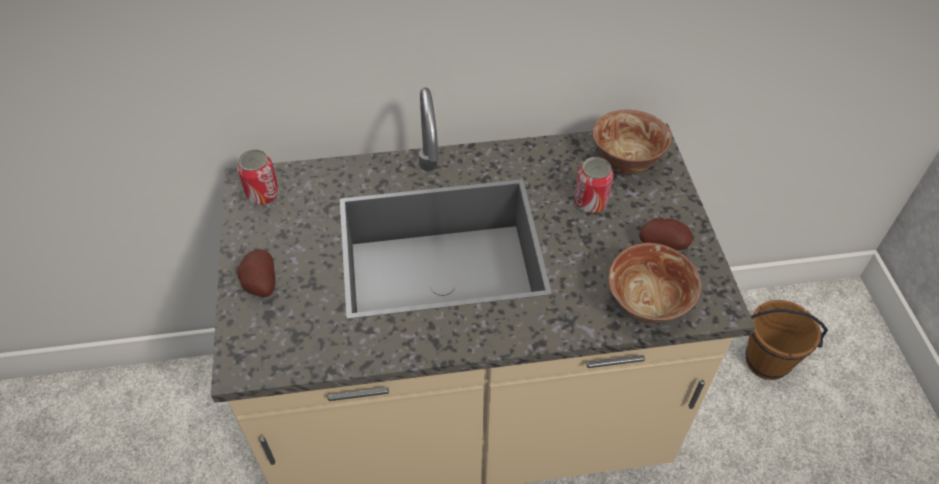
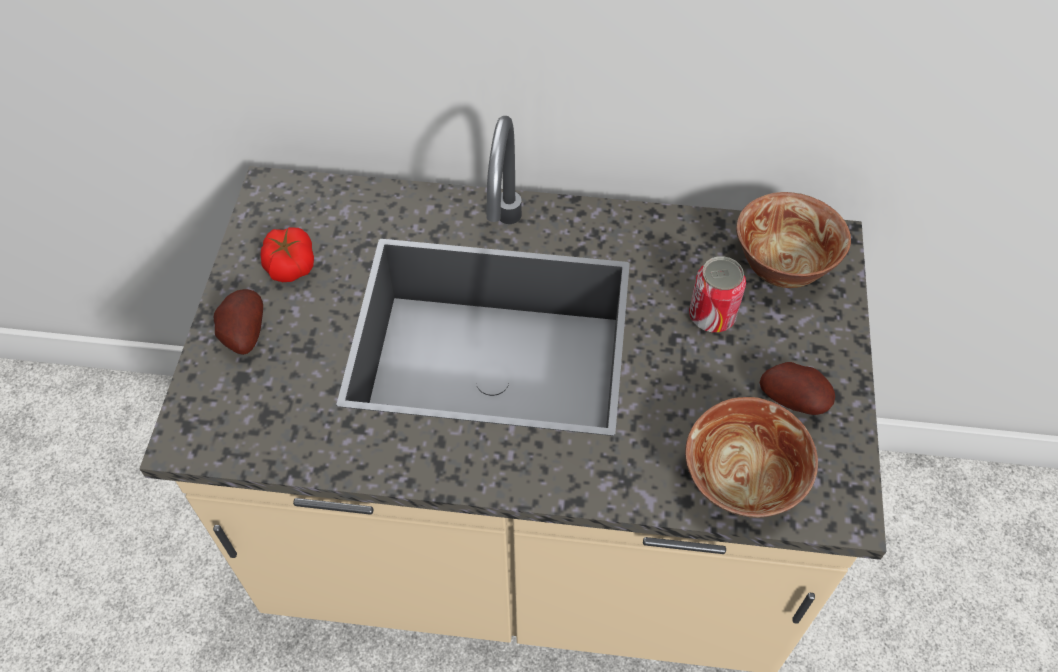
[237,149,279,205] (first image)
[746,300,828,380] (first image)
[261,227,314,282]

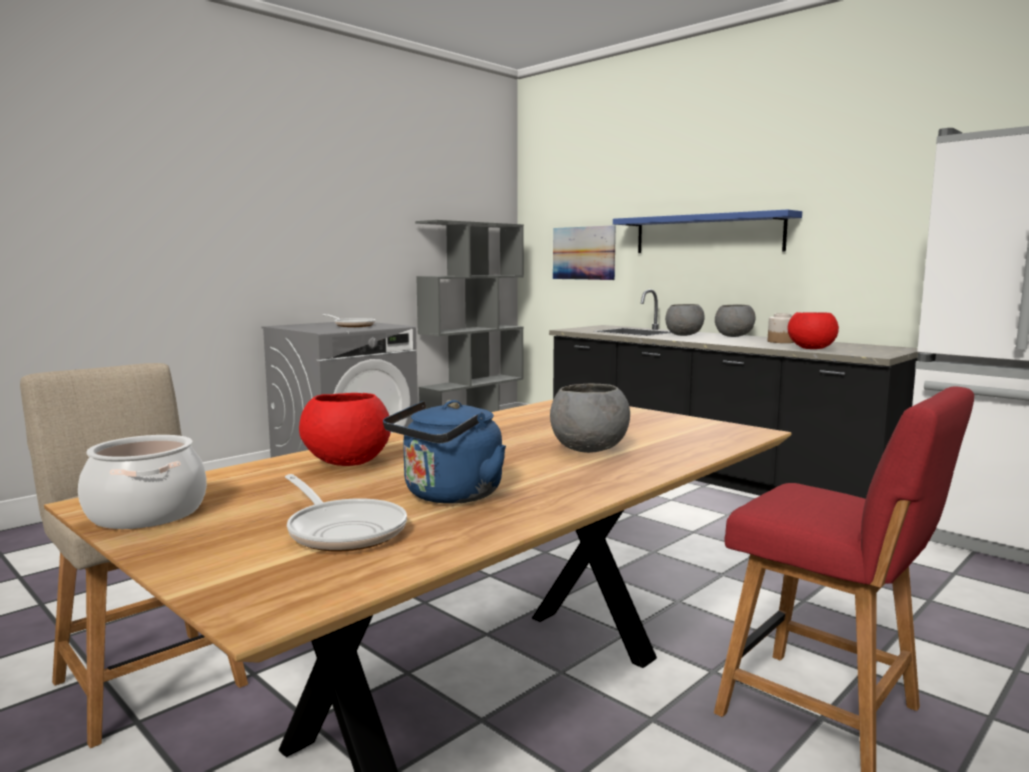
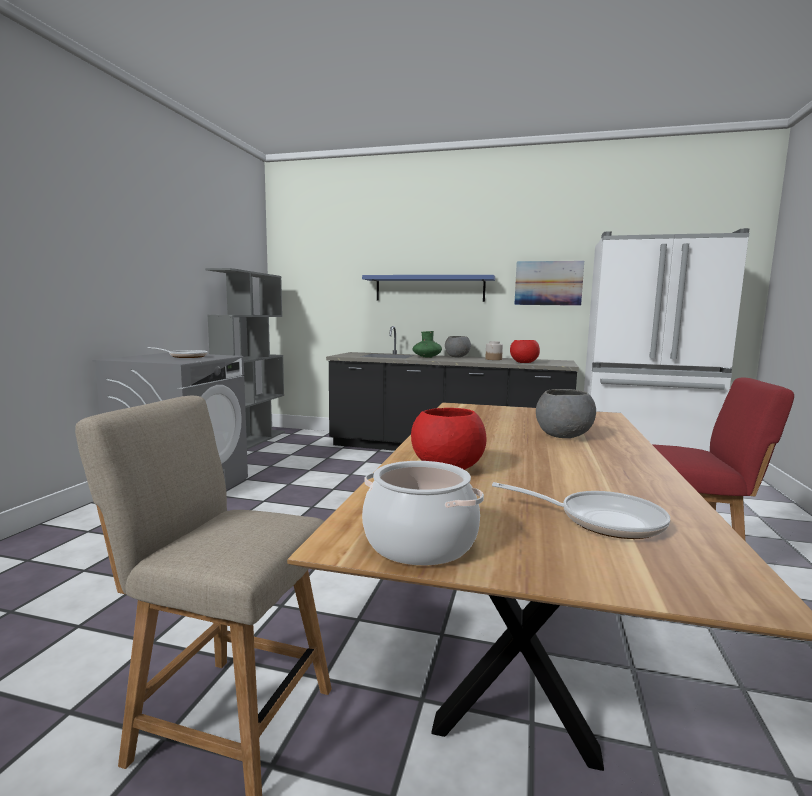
[383,400,506,504] (first image)
[514,261,584,306]
[412,331,442,358]

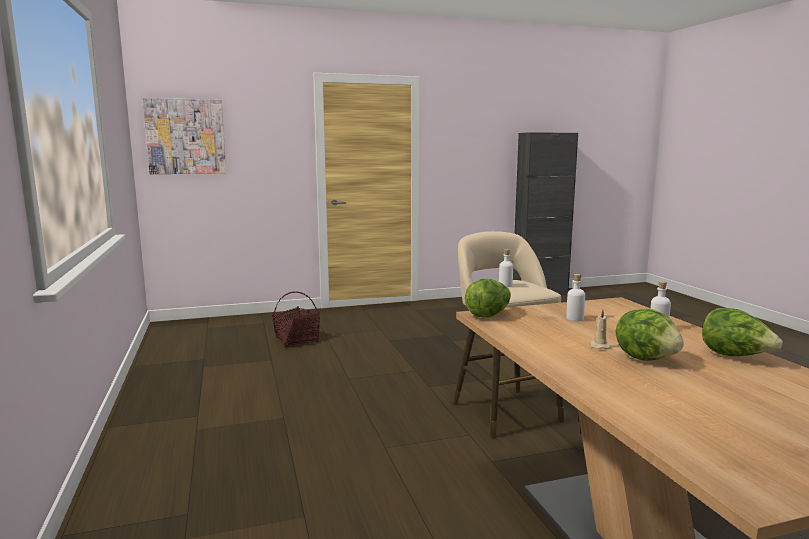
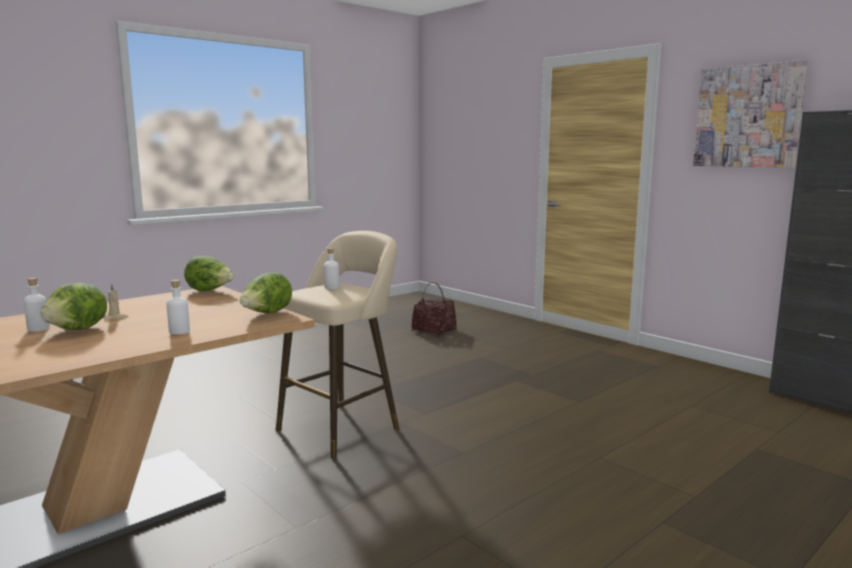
[693,60,808,168]
[24,278,50,332]
[240,272,292,313]

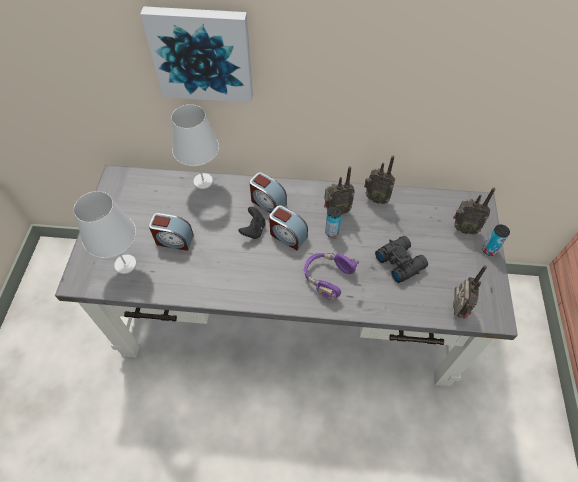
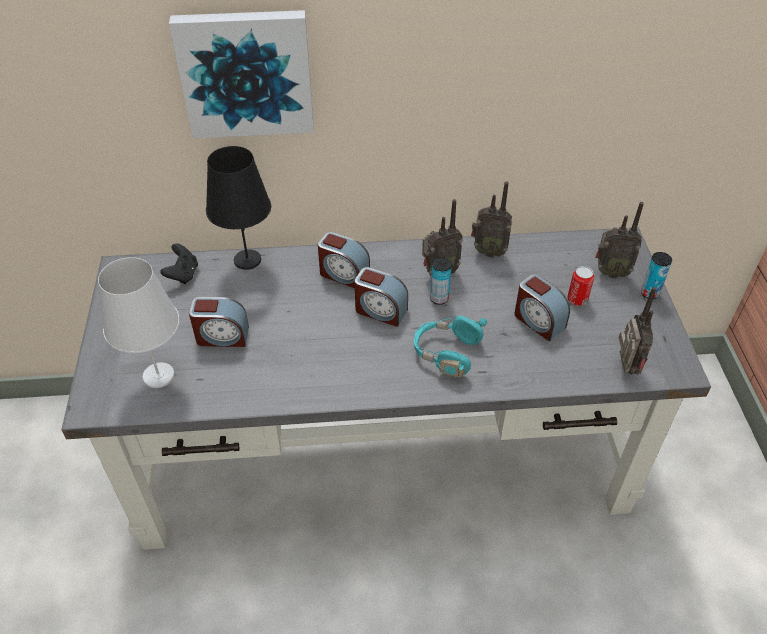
[567,266,594,306]
[160,243,198,284]
[514,274,570,341]
[206,146,271,270]
[413,315,488,378]

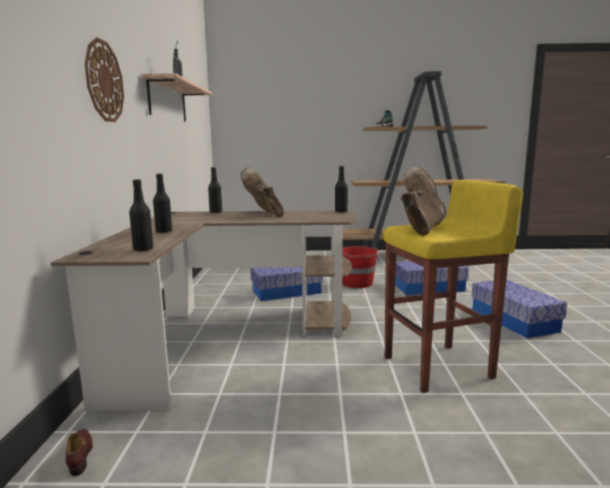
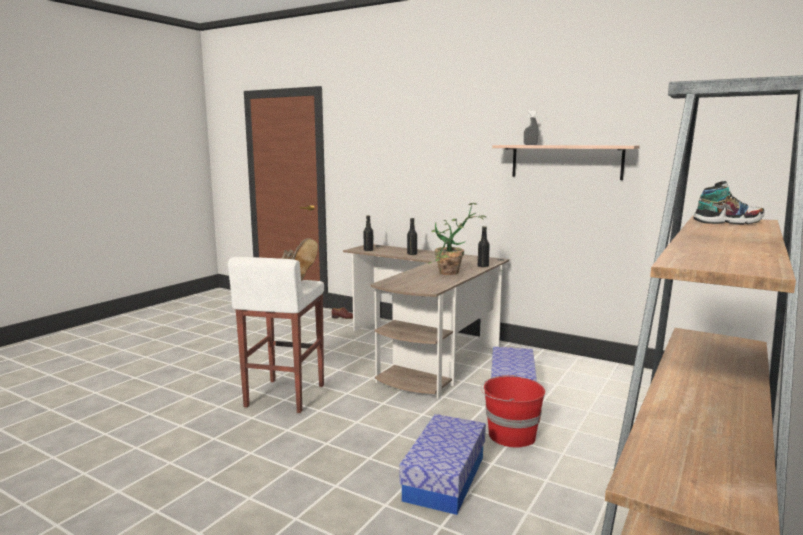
[85,38,124,122] (first image)
[335,166,348,213] (first image)
[472,279,567,338] (first image)
[428,203,486,275]
[228,257,324,413]

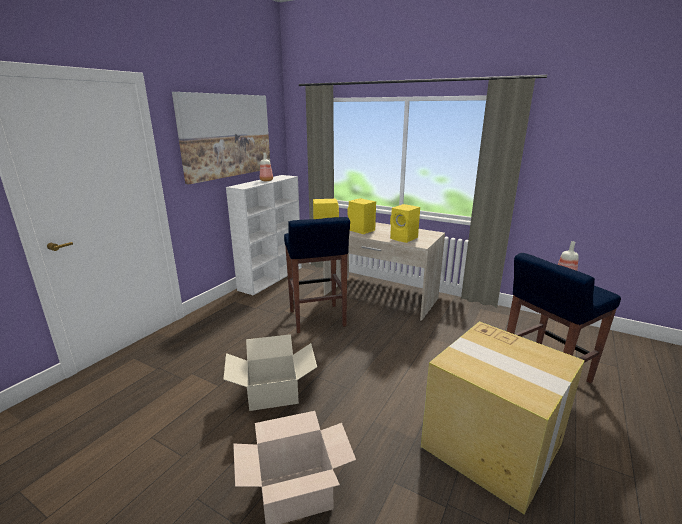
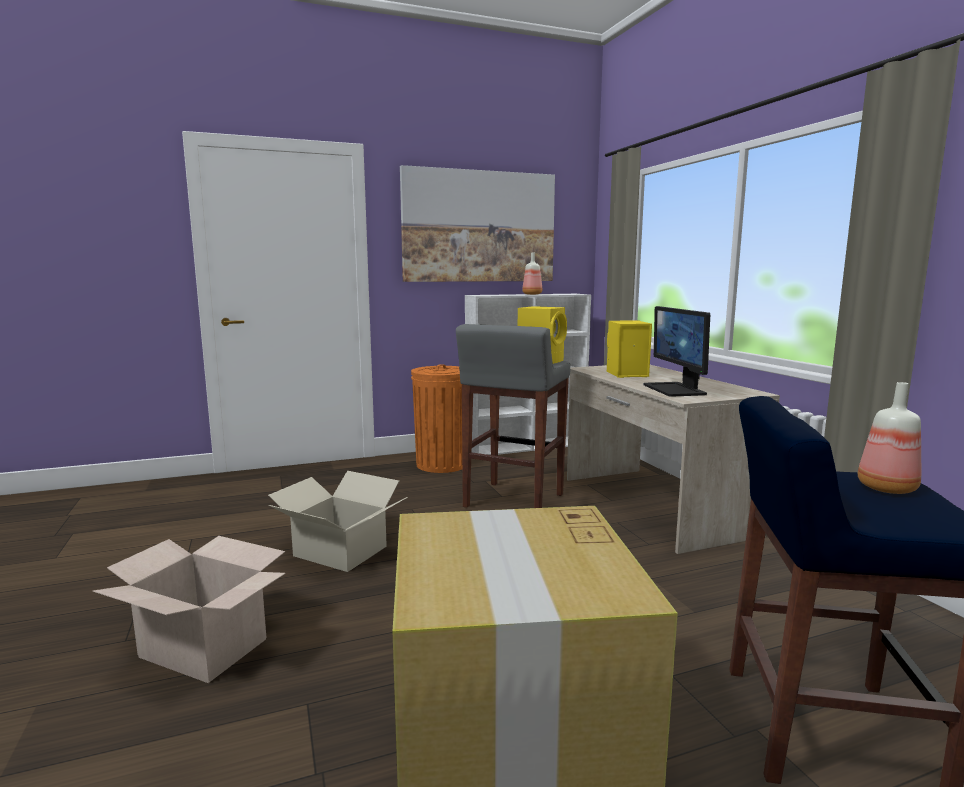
[411,364,462,473]
[644,306,710,397]
[456,324,570,508]

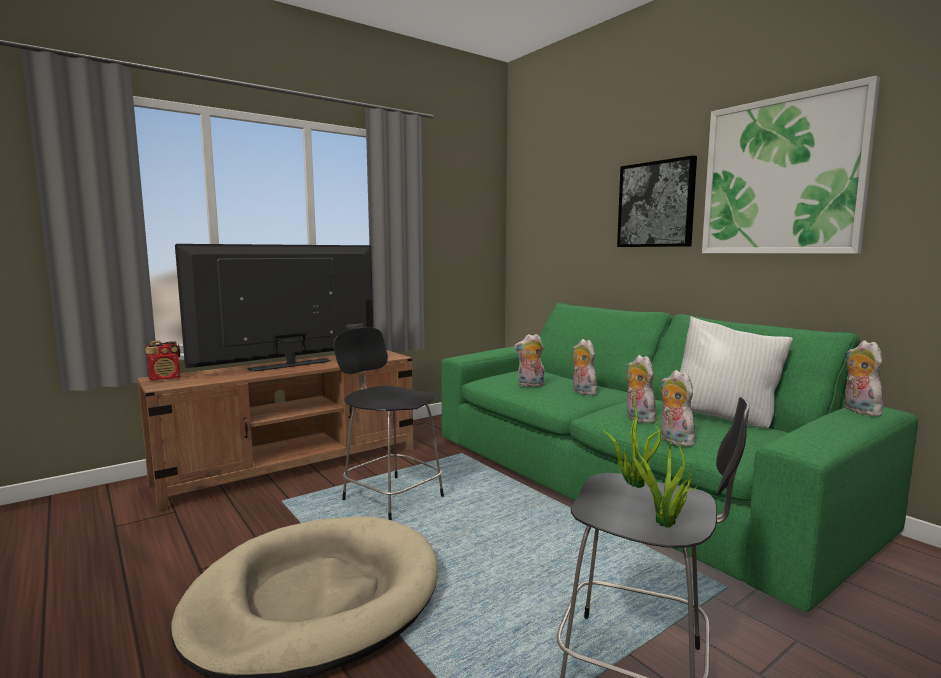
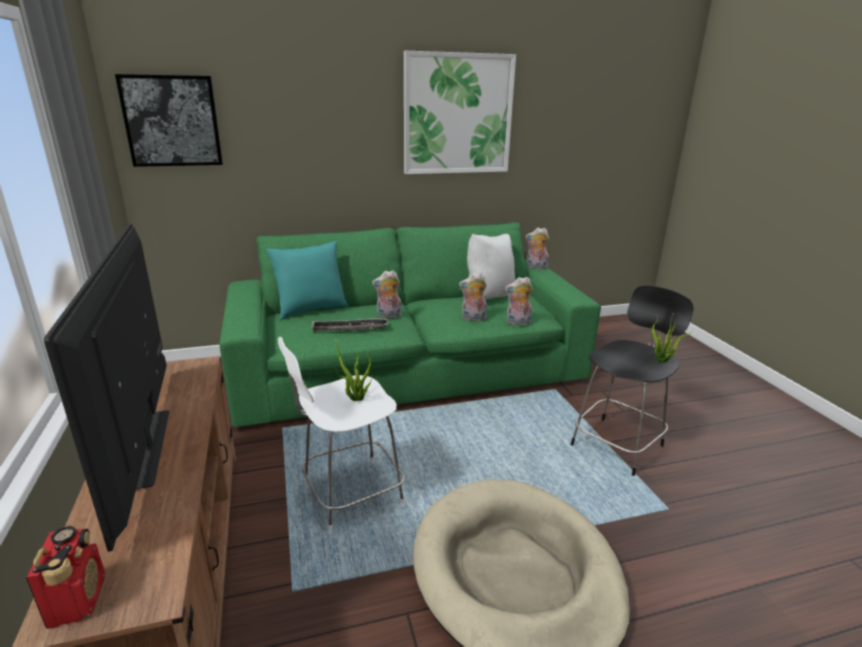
[266,241,348,320]
[332,332,372,401]
[115,74,223,167]
[311,318,388,332]
[278,337,405,534]

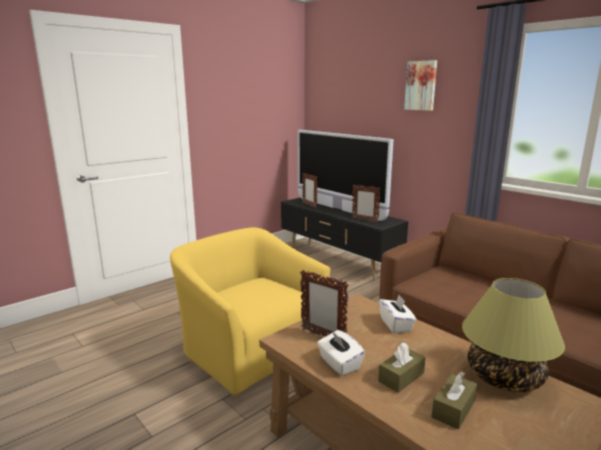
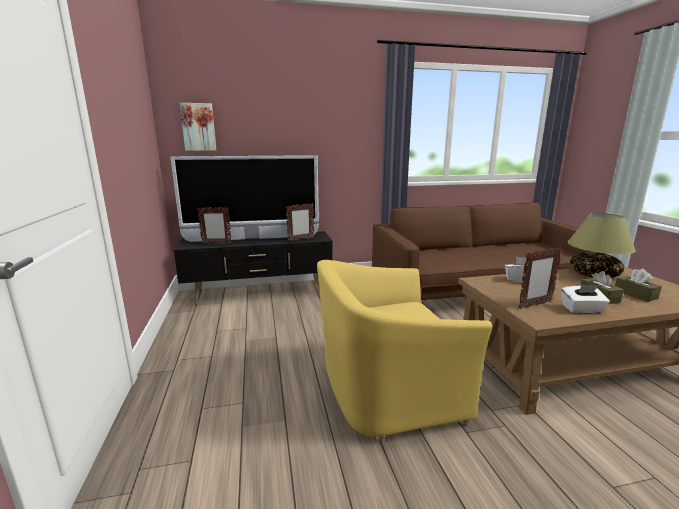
[180,103,216,151]

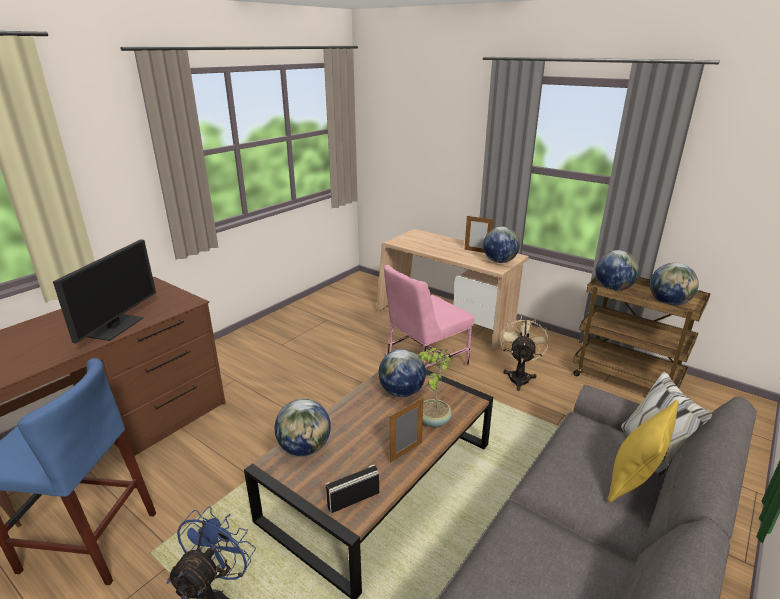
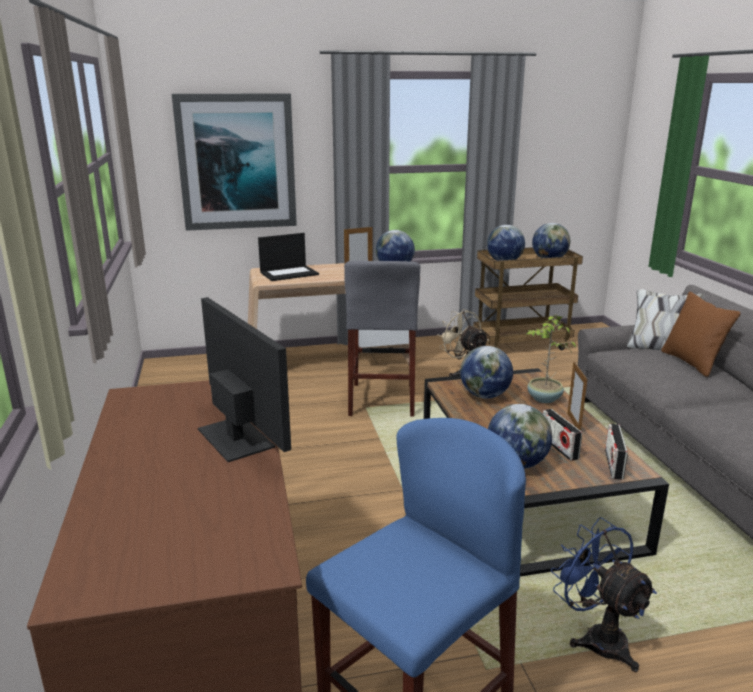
[172,93,297,231]
[258,233,319,281]
[543,409,582,461]
[344,261,420,417]
[661,291,741,377]

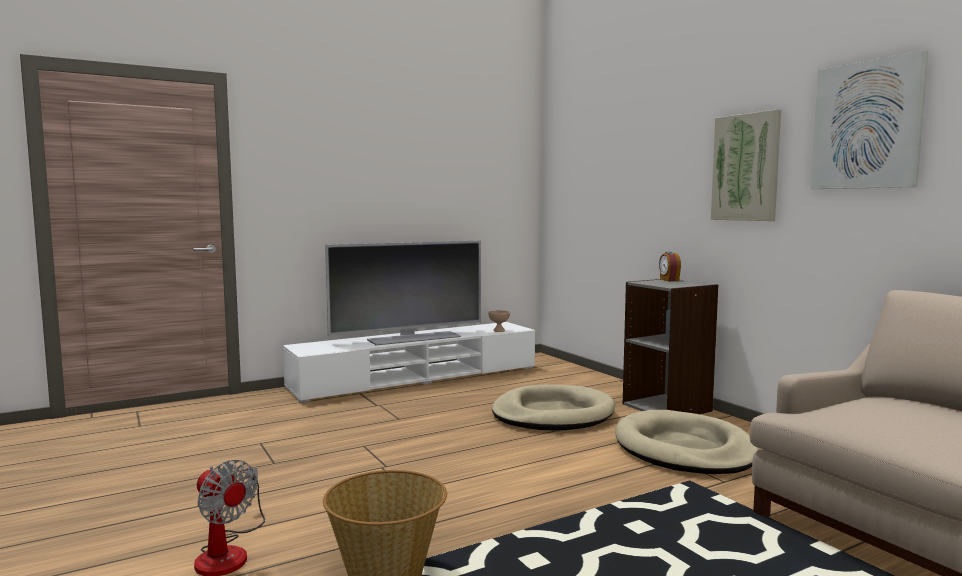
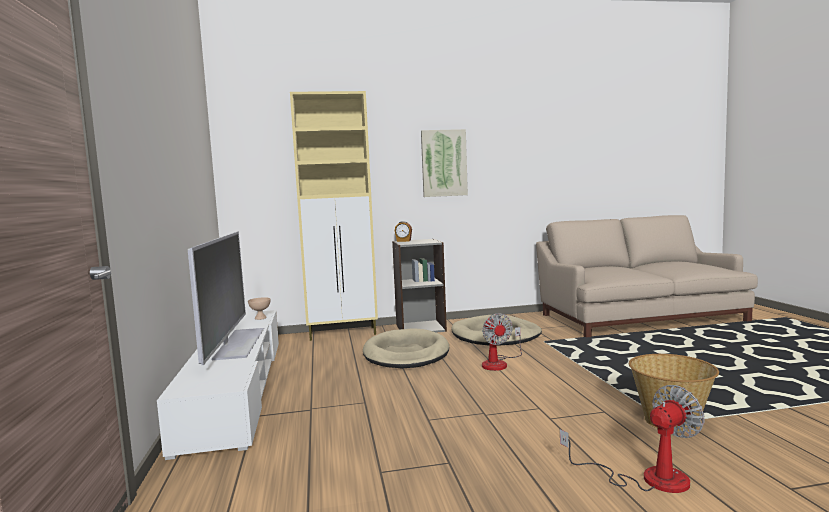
[811,50,929,189] (first image)
[290,91,378,341]
[482,313,522,371]

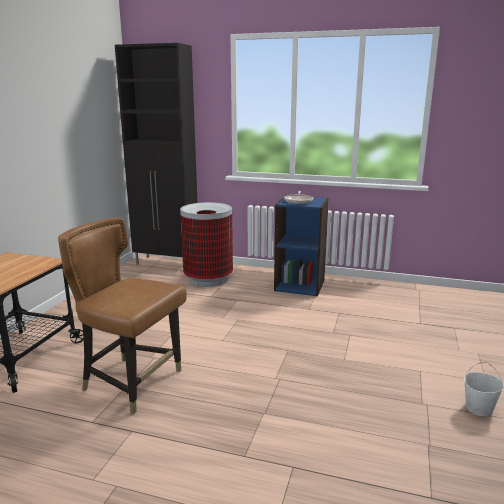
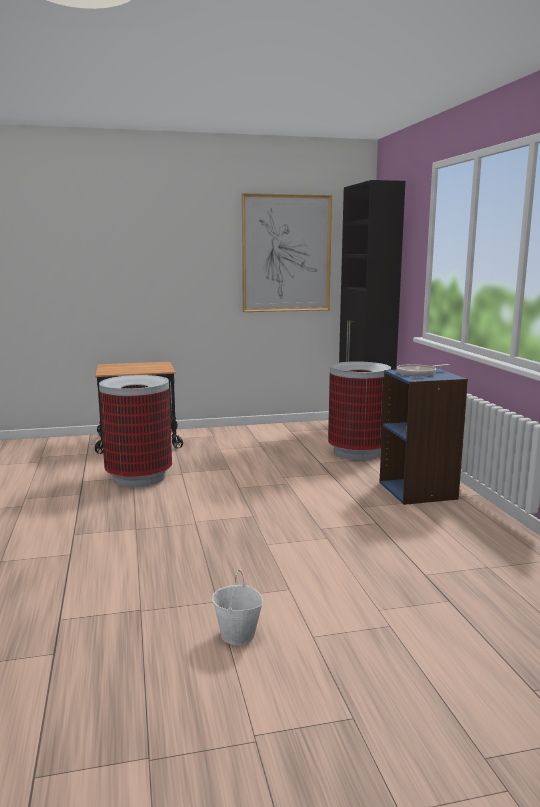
[242,193,332,312]
[99,375,172,487]

